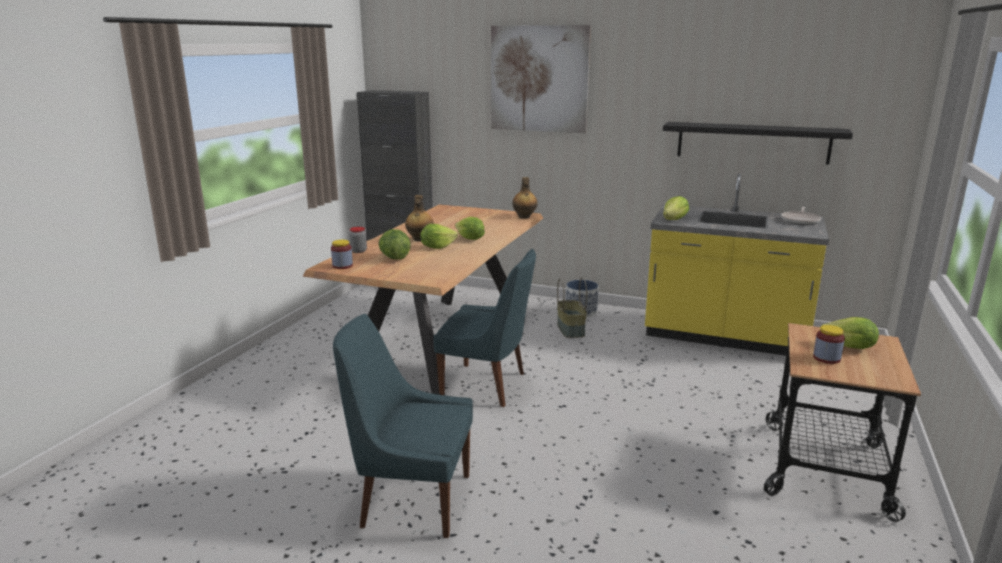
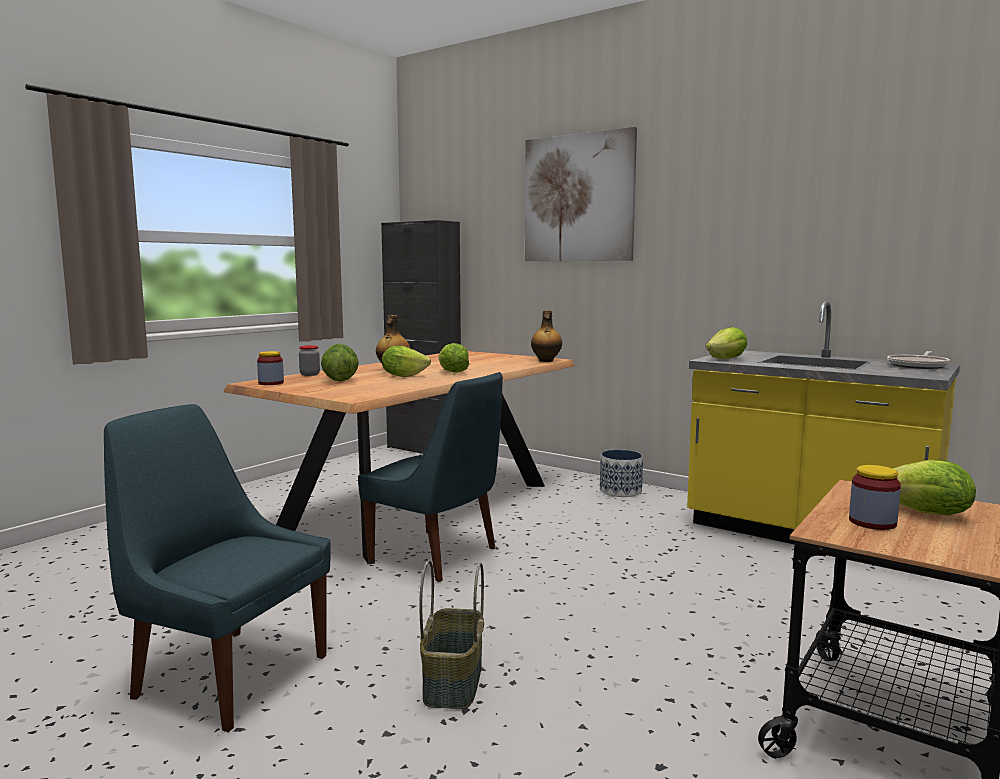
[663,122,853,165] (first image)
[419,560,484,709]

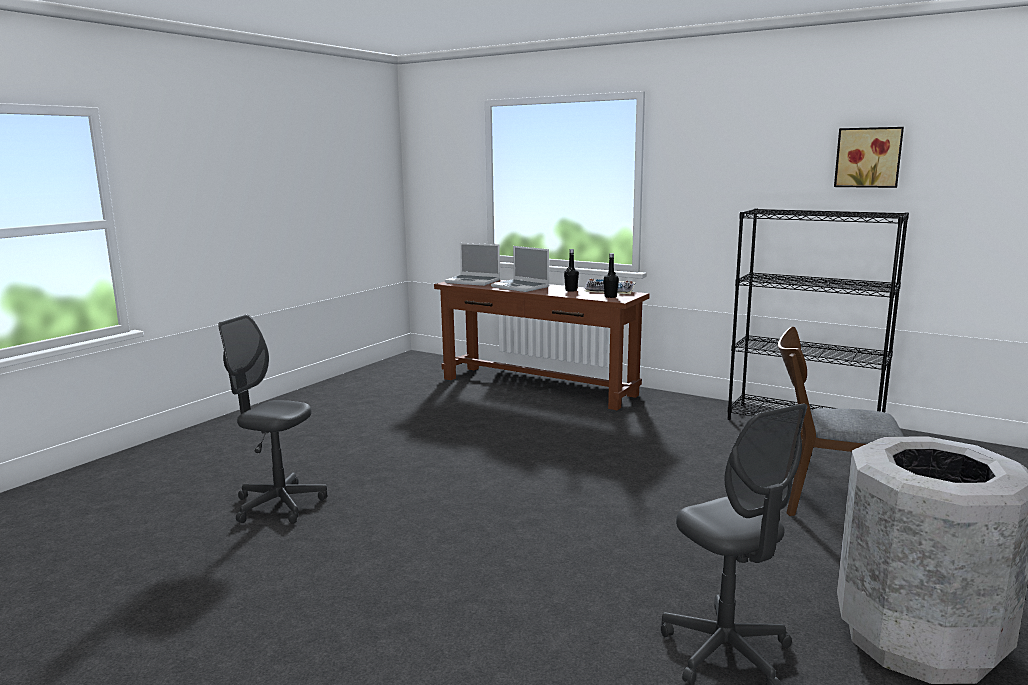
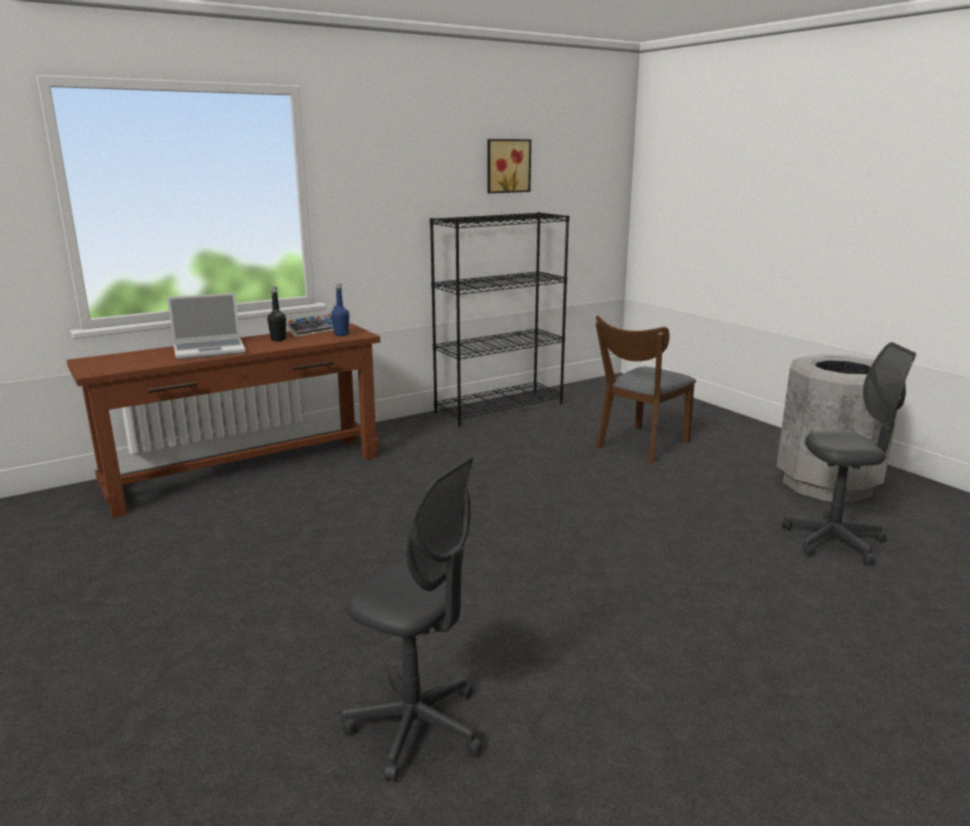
[445,243,500,286] (first image)
[331,283,349,336]
[341,456,482,782]

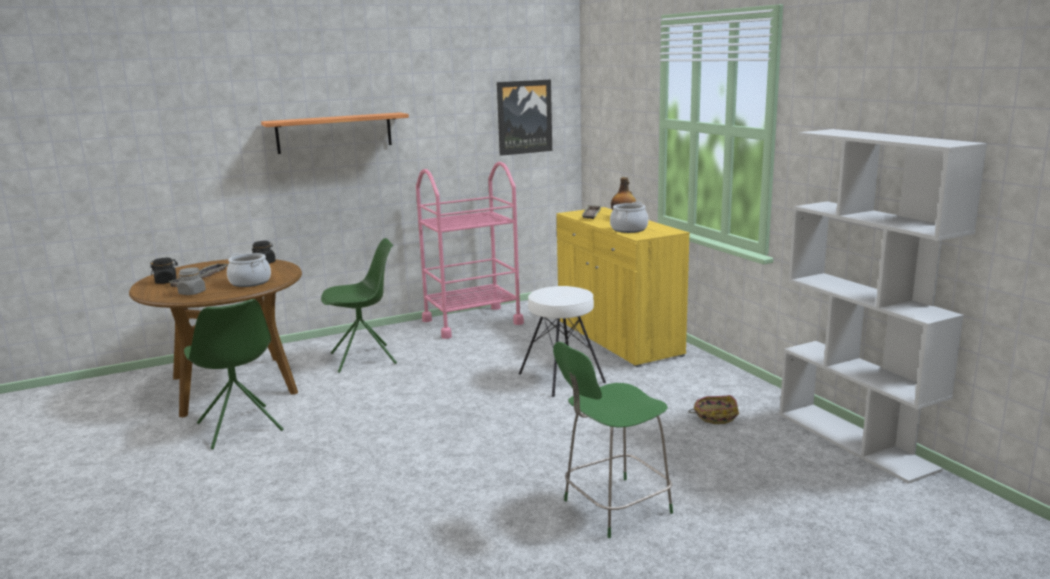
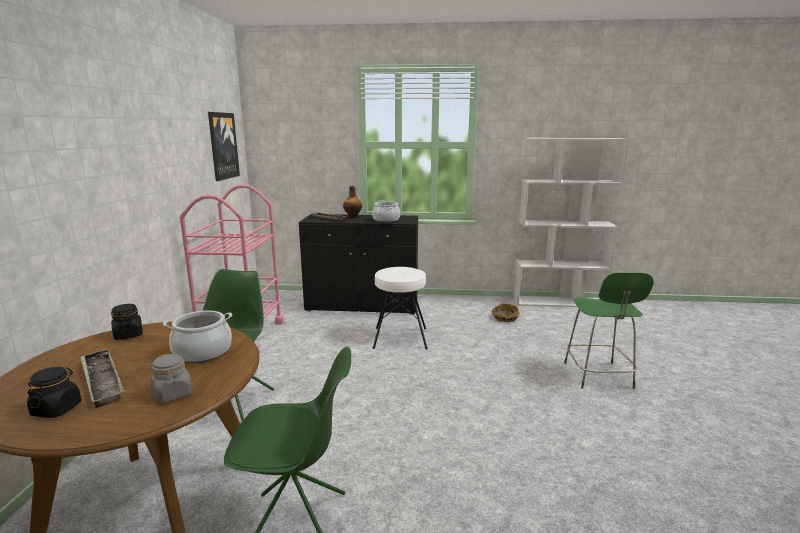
[261,112,409,154] (first image)
[299,214,418,315]

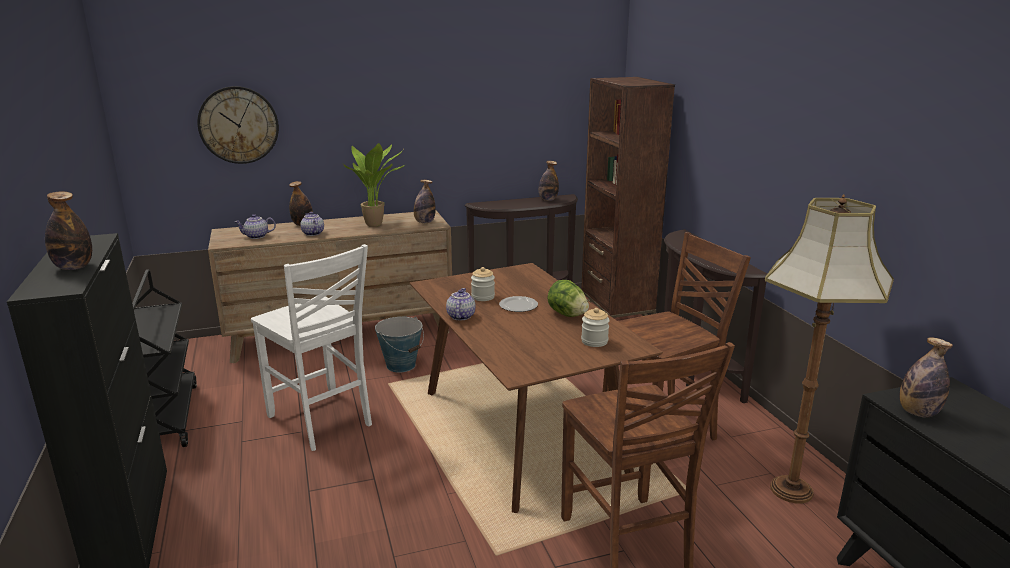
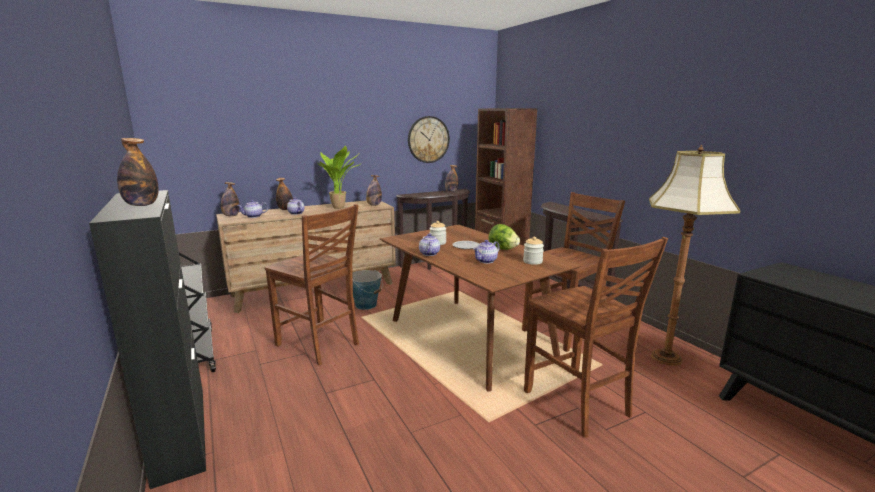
[473,240,500,264]
[408,116,450,163]
[221,182,240,216]
[265,204,359,365]

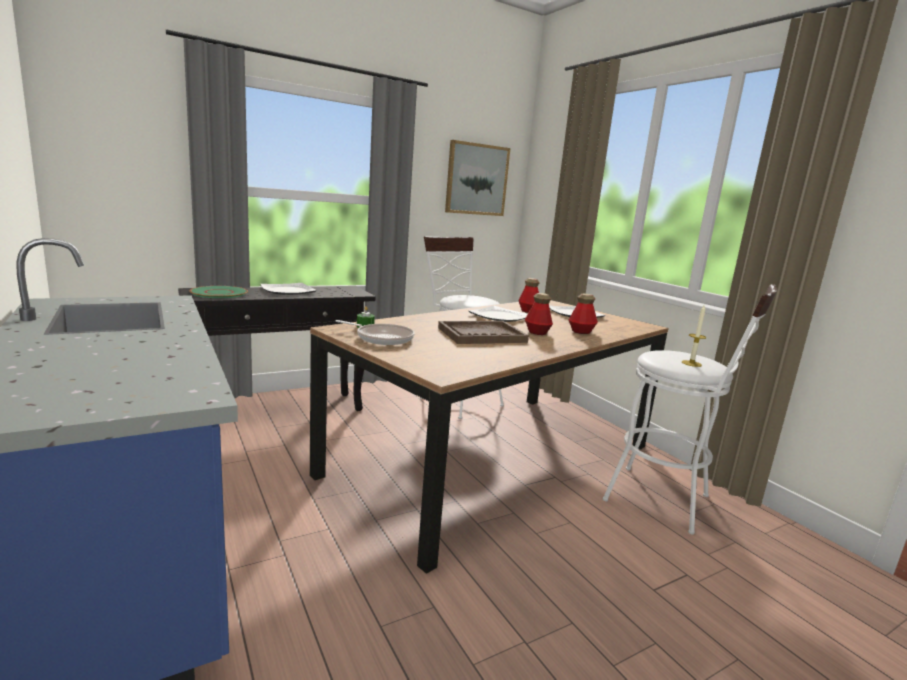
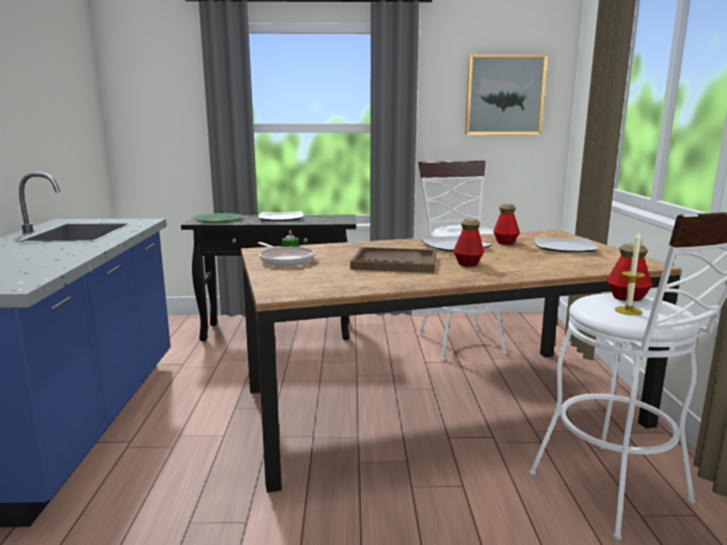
[607,243,653,301]

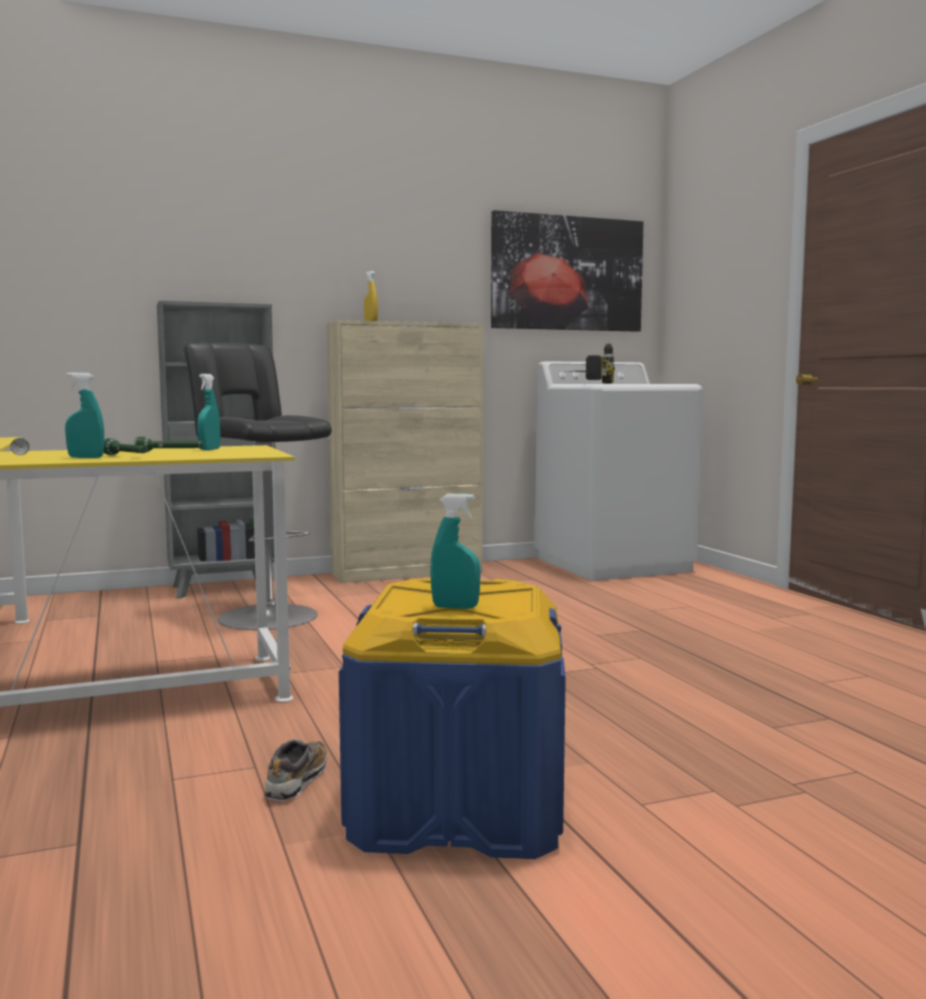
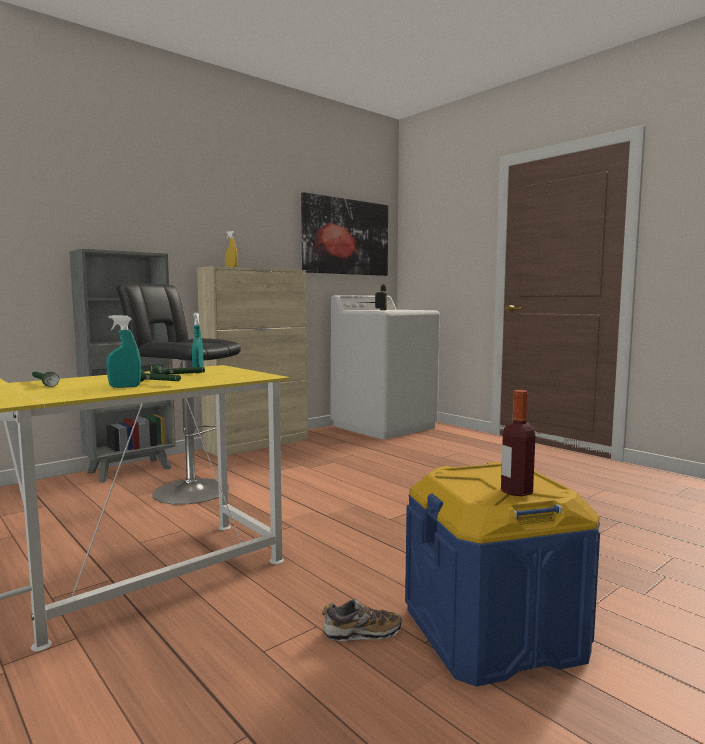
[501,390,535,496]
[322,599,402,641]

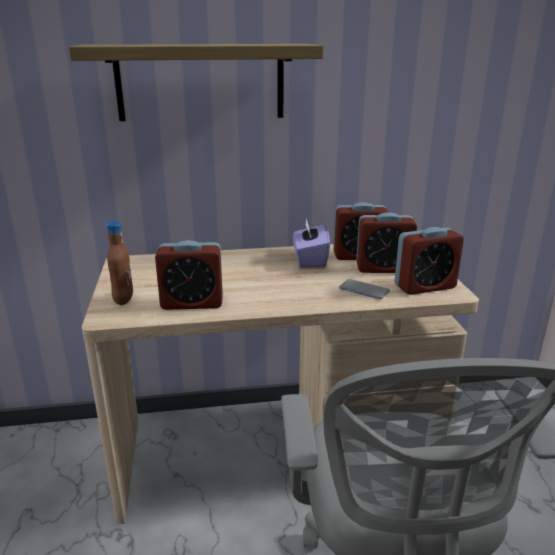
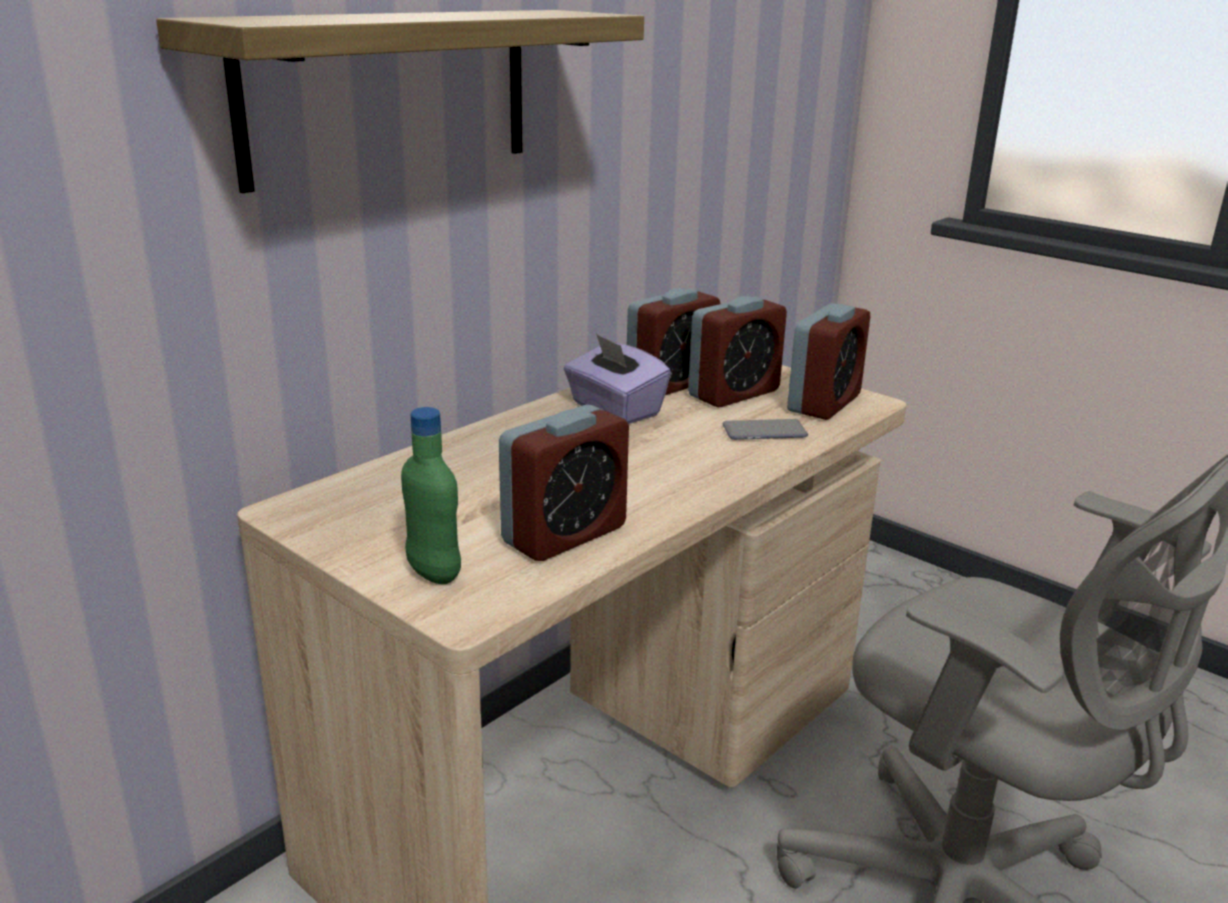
[401,407,461,584]

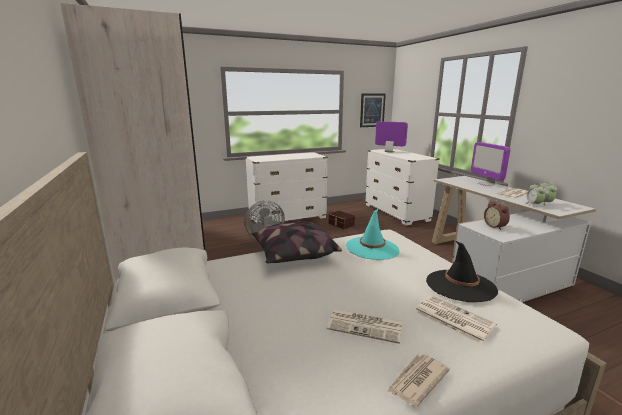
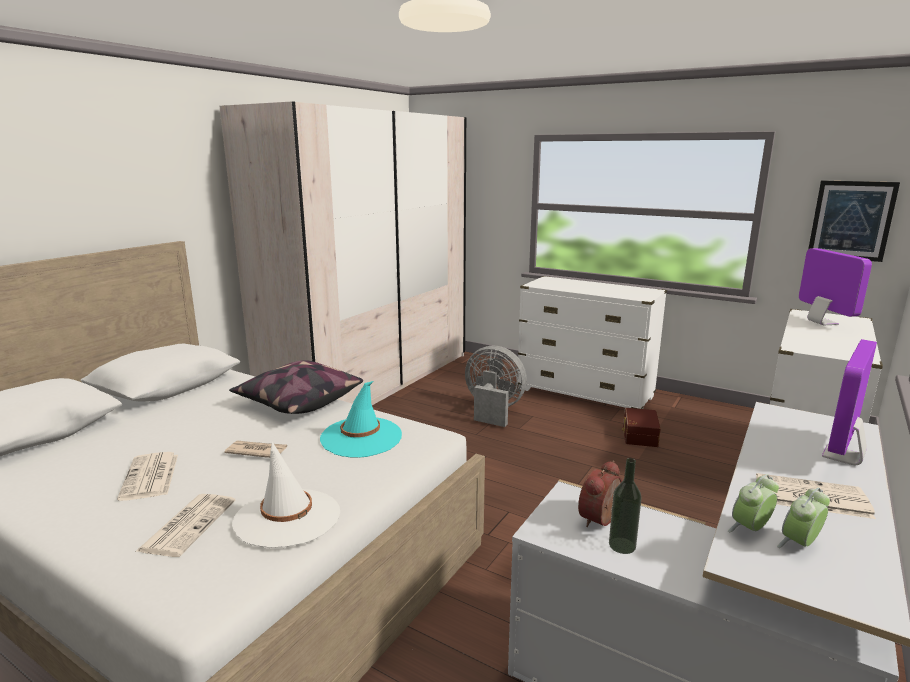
[609,458,641,554]
[224,440,287,458]
[232,442,340,548]

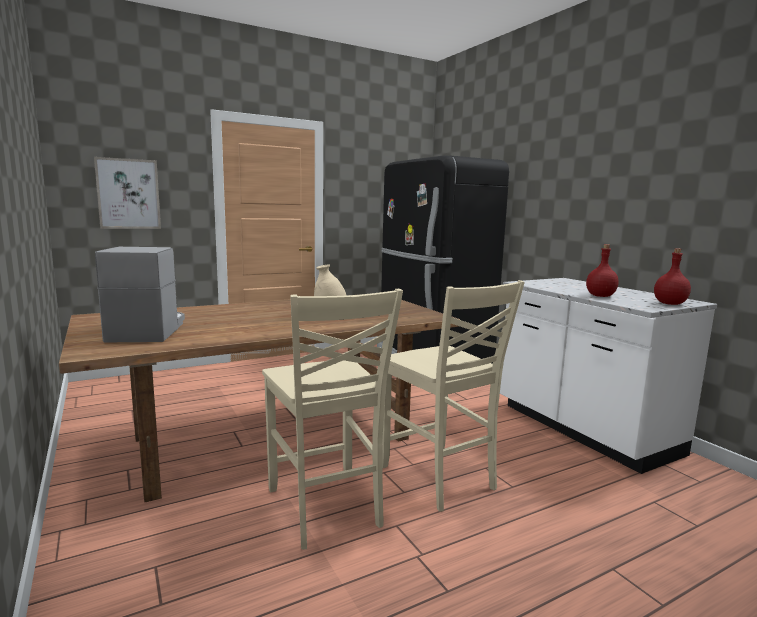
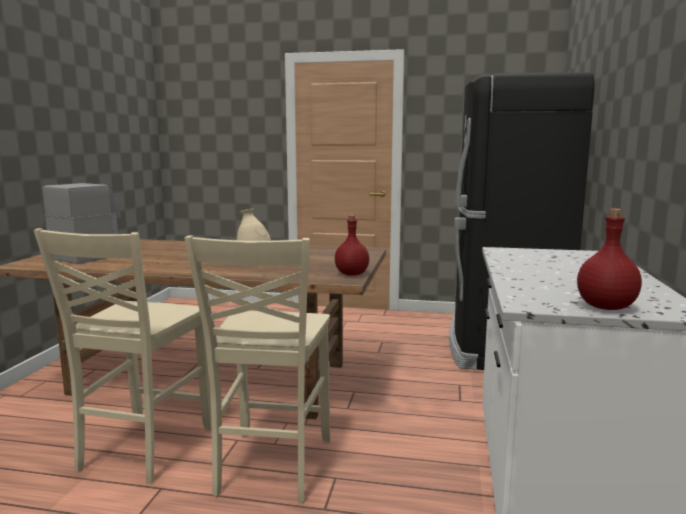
[94,157,161,229] (first image)
[335,215,369,276]

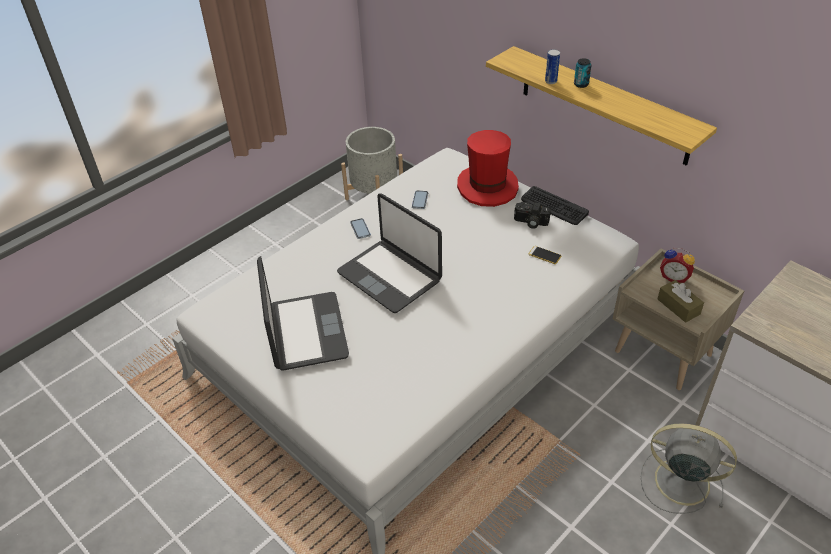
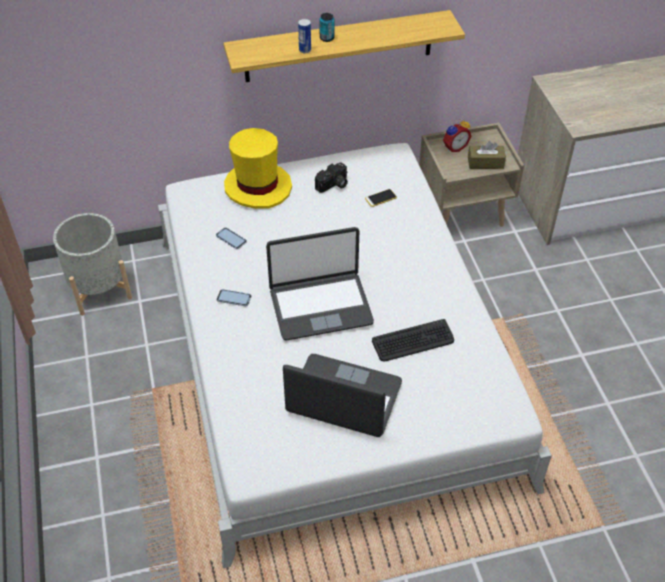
[641,423,737,514] (first image)
[372,319,454,361]
[224,128,292,209]

